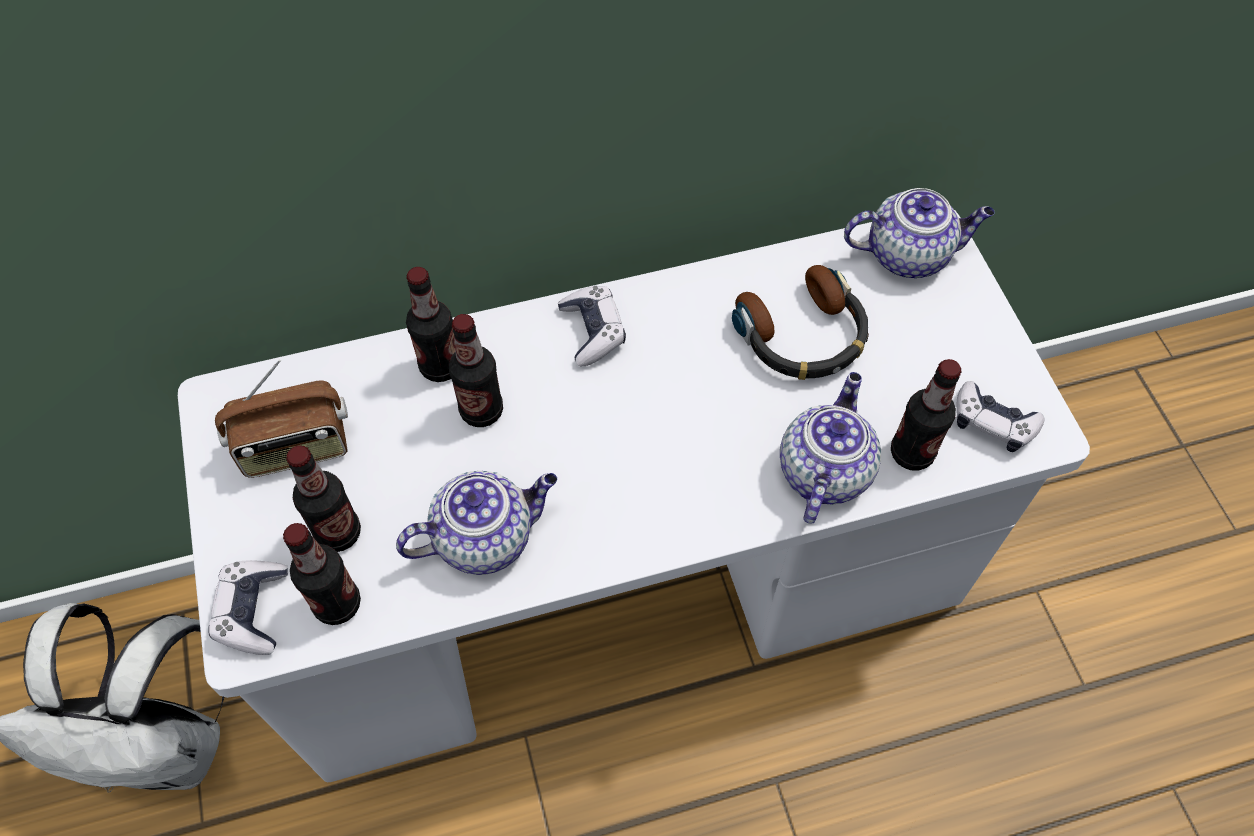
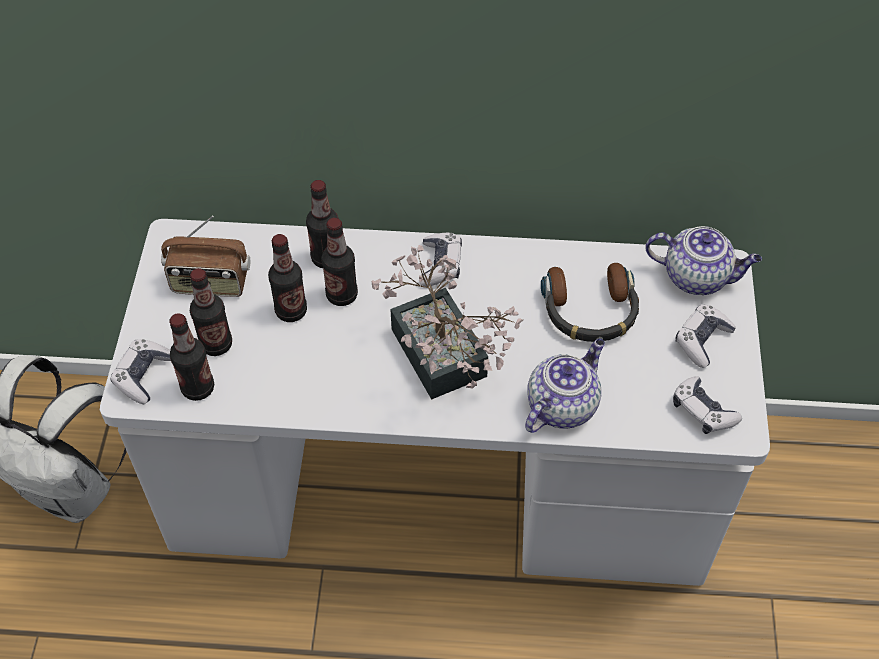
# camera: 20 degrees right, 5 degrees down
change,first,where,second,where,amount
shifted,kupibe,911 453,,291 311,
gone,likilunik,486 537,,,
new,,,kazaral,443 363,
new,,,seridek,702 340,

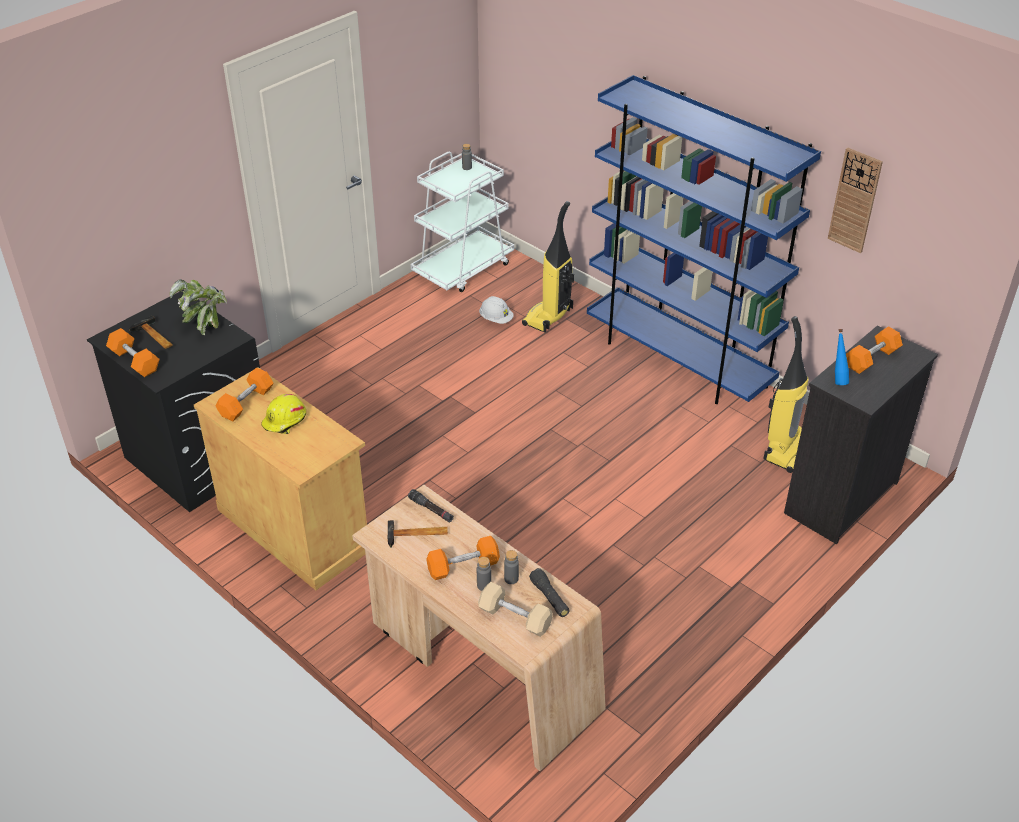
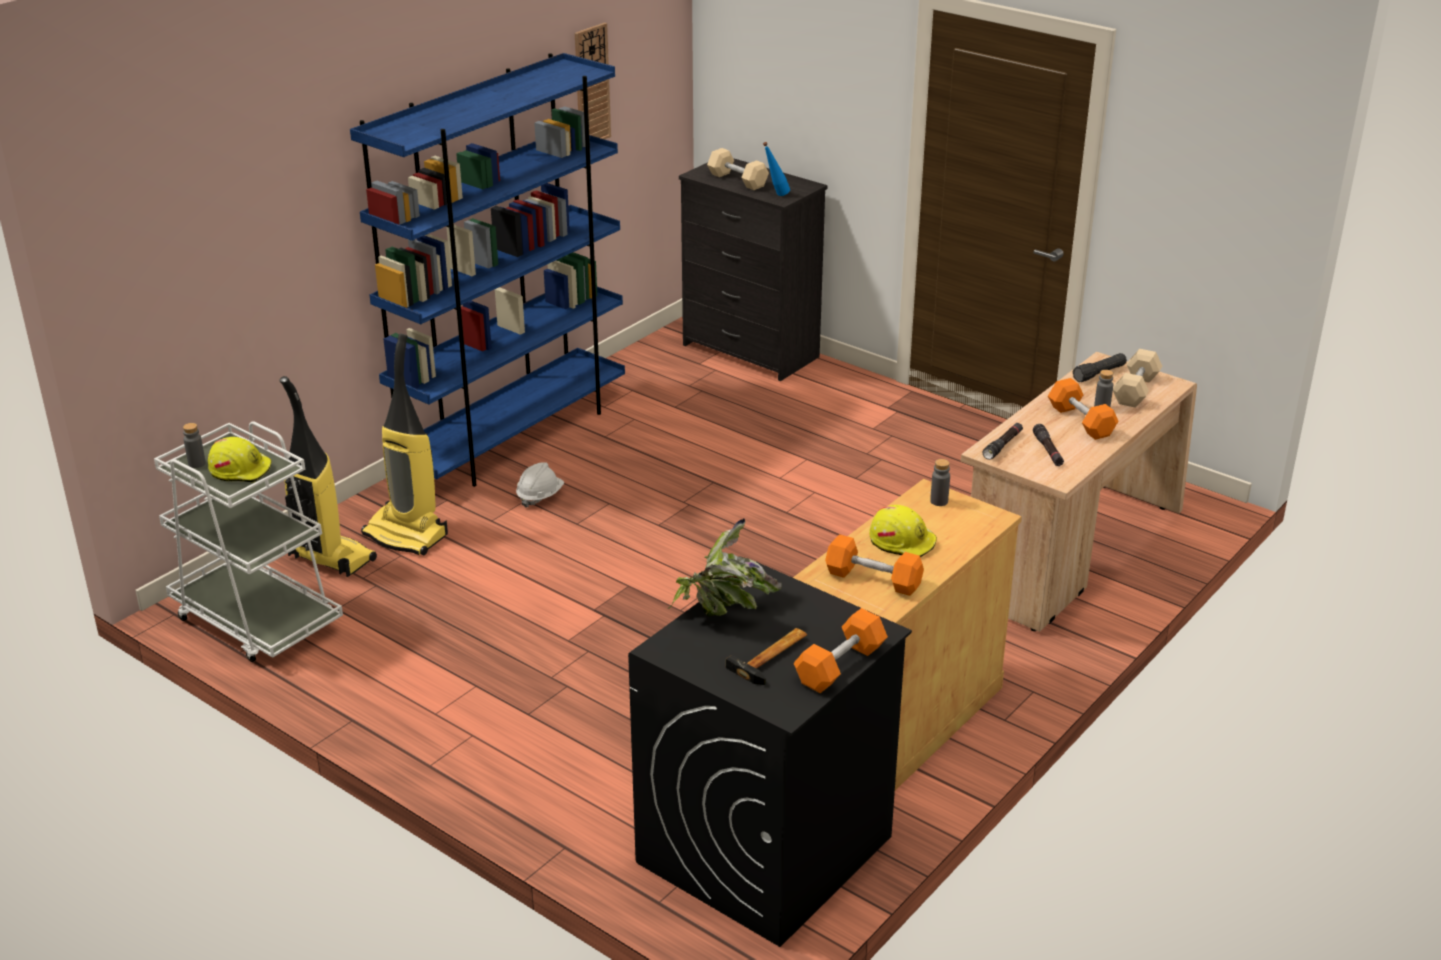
# camera: 95 degrees left, 10 degrees down
change,first,where,second,where,amount
shifted,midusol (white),496 319,,540 496,
shifted,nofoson,788 450,,330 559,
repainted,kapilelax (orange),871 359,kapilelax (beige),737 180,
swapped,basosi,417 535,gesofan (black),1048 451,
shifted,kupibe (grey),511 579,,939 501,
new,,,midusol (yellow),241 469,

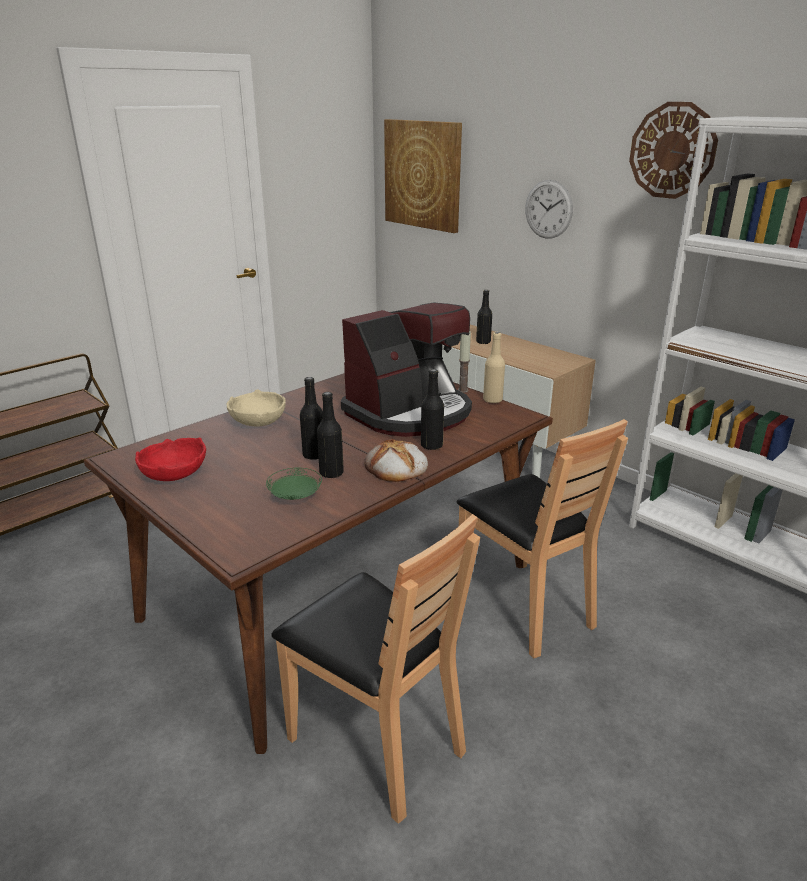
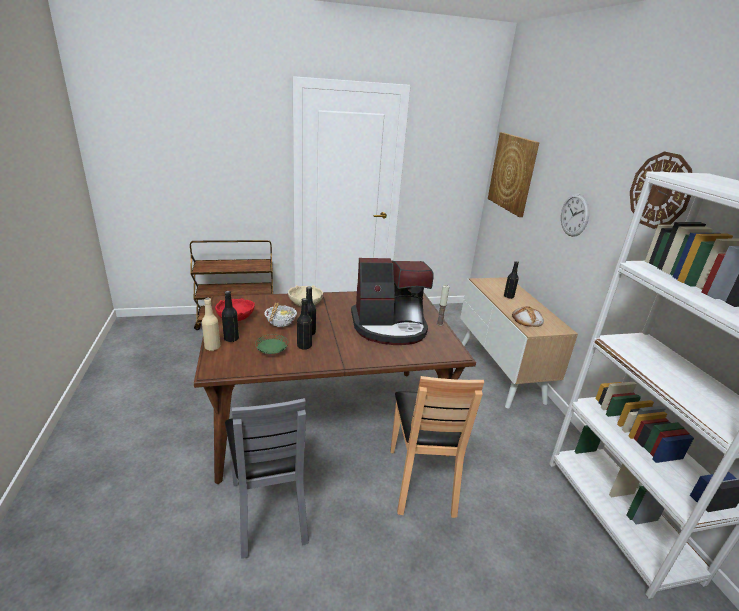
# camera: 30 degrees right, 0 degrees up
change,first,where,second,where,amount
shifted,kupibe (beige),492 400,,212 347,
shifted,kupibe (black),431 445,,231 339,
shifted,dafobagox,396 467,,527 320,
repainted,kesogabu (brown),376 742,kesogabu (grey),270 510,
new,,,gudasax,280 324,

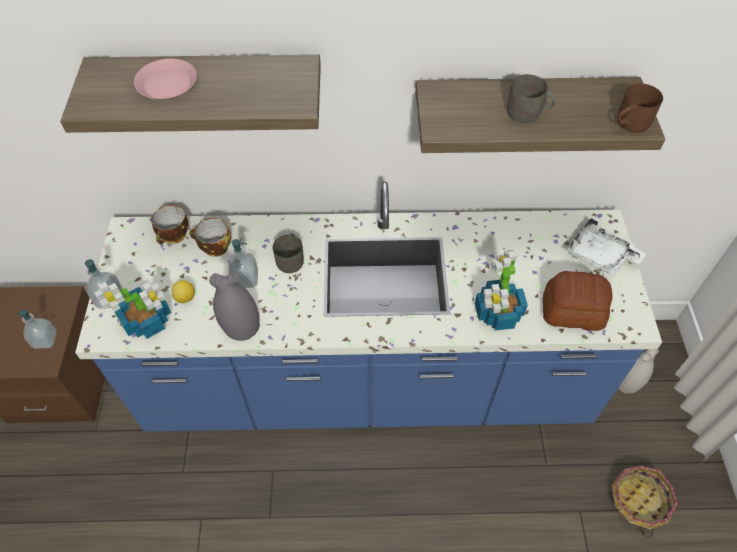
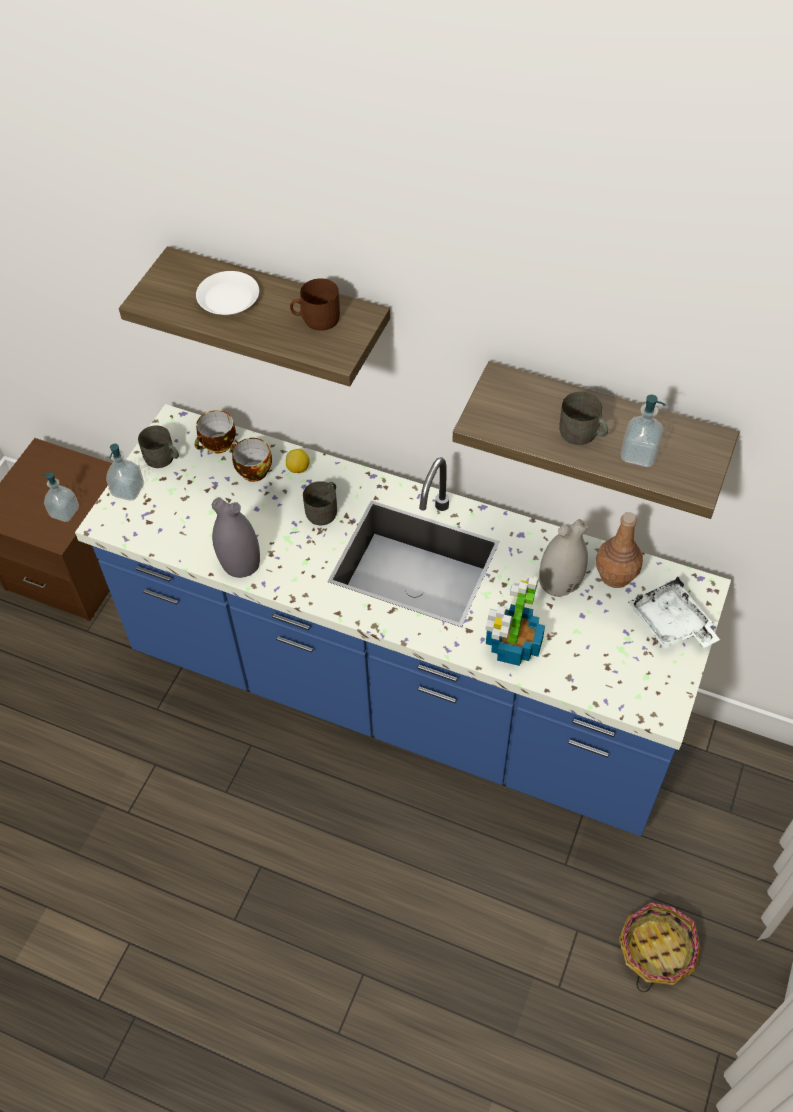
# camera: 25 degrees right, 0 degrees up
change,first,where,second,where,amount
repainted,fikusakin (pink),167 84,fikusakin (white),229 298,
shifted,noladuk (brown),629 123,,316 318,
shifted,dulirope,245 279,,638 454,
gone,dafobagox,571 311,,,
shifted,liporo,185 298,,298 469,
gone,kazaral,148 321,,,
shifted,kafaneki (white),627 382,,560 582,
new,,,noladuk (grey),163 459,
new,,,kupibe (brown),615 575,

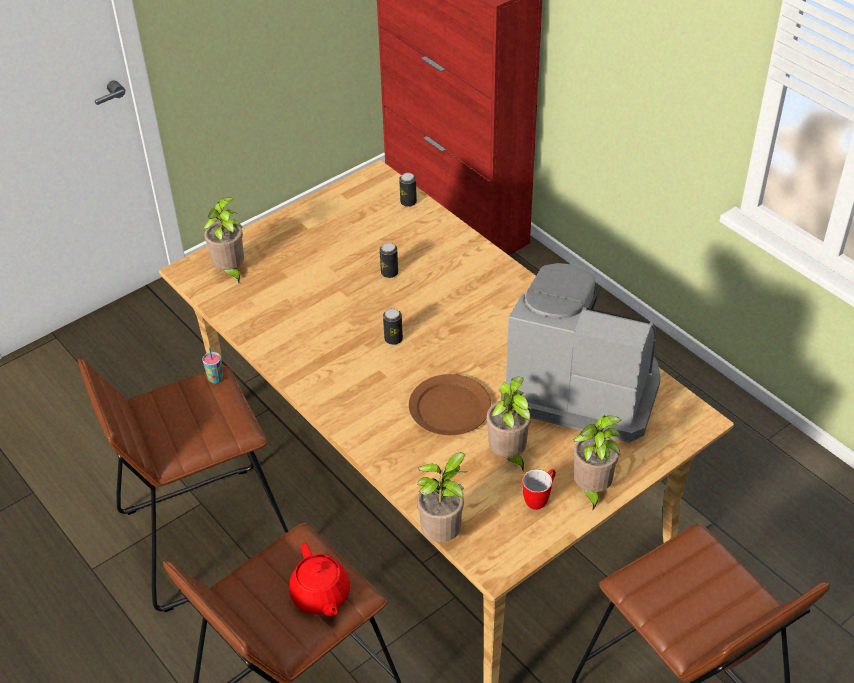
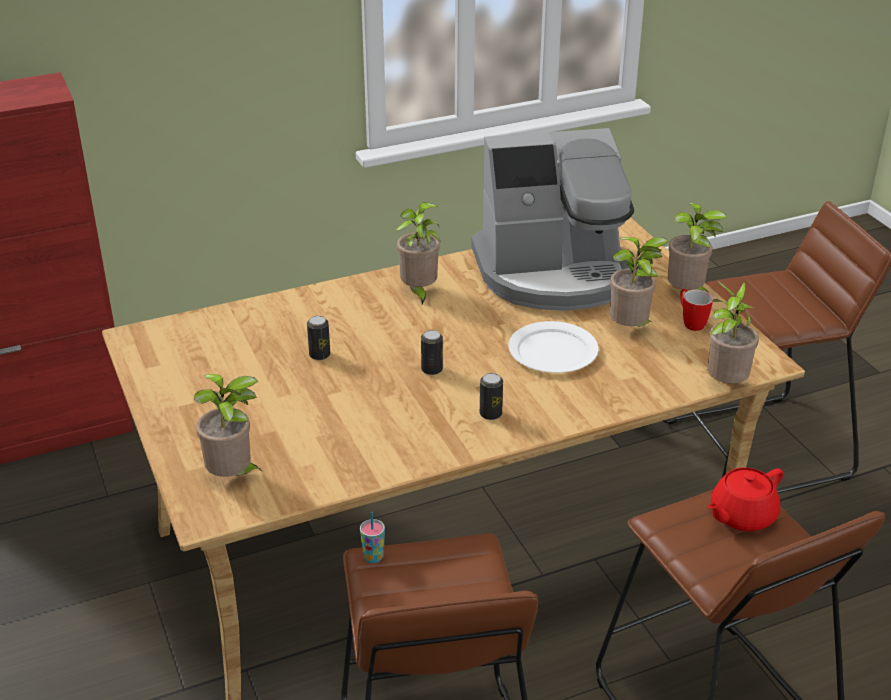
# camera: 75 degrees left, 10 degrees down
change,first,where,second,where,amount
shifted,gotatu,408 202,,490 414,
rotated,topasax,582 385,,553 273,135 degrees counterclockwise
repainted,fikusakin (brown),450 407,fikusakin (white),553 351,
rotated,likilunik (red),320 595,,741 515,150 degrees clockwise
new,,,kazaral,418 292,

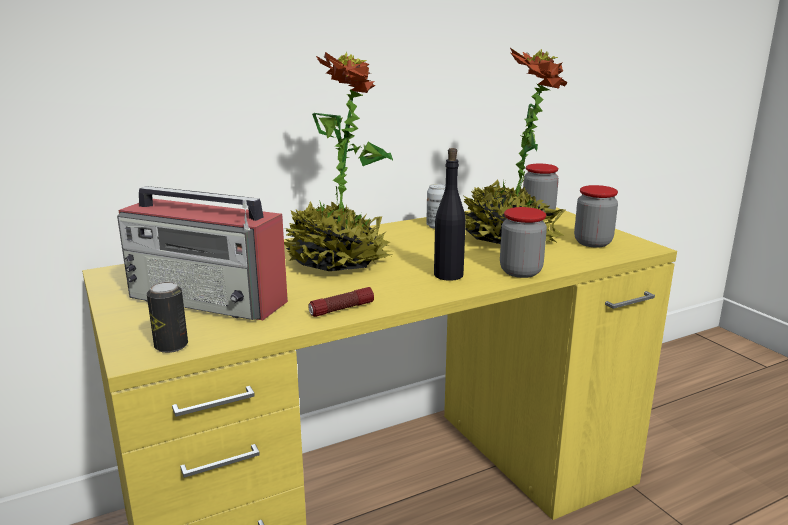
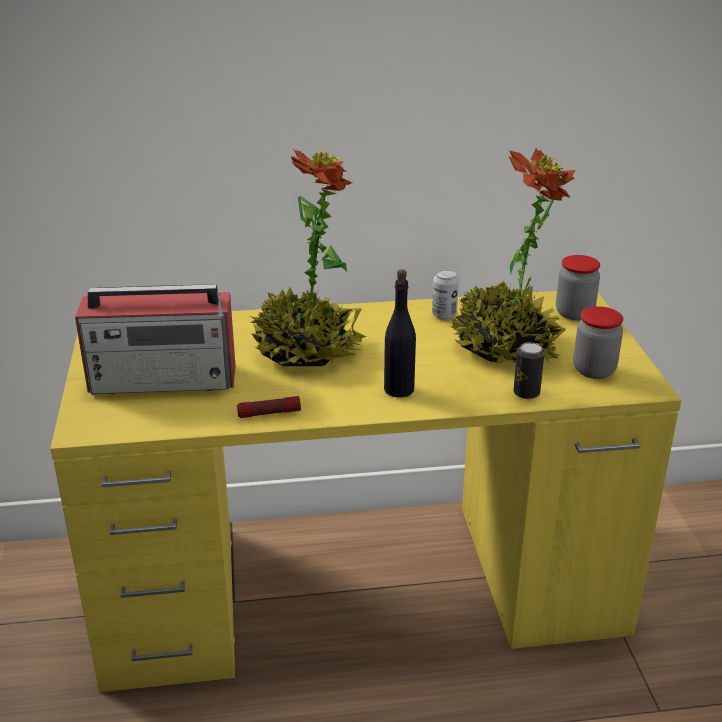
# camera: 20 degrees right, 10 degrees up
change,first,where,second,where,amount
rotated,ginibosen,210 300,,165 379,45 degrees counterclockwise
gone,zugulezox,520 271,,,
shifted,gotatu,171 346,,526 393,

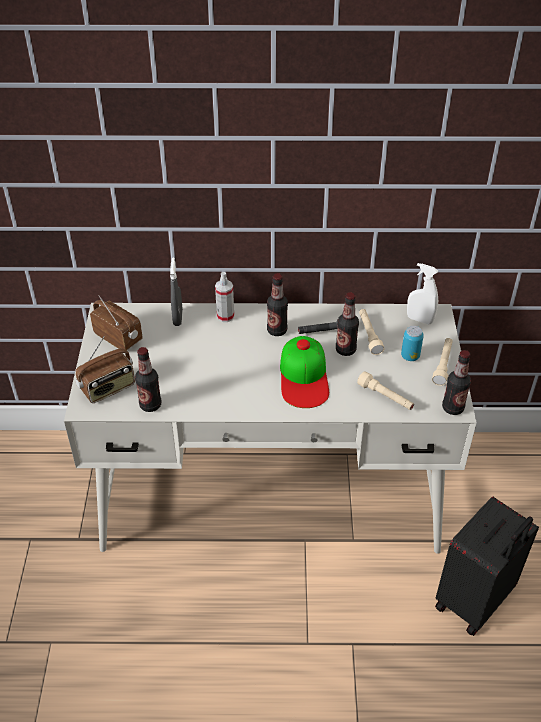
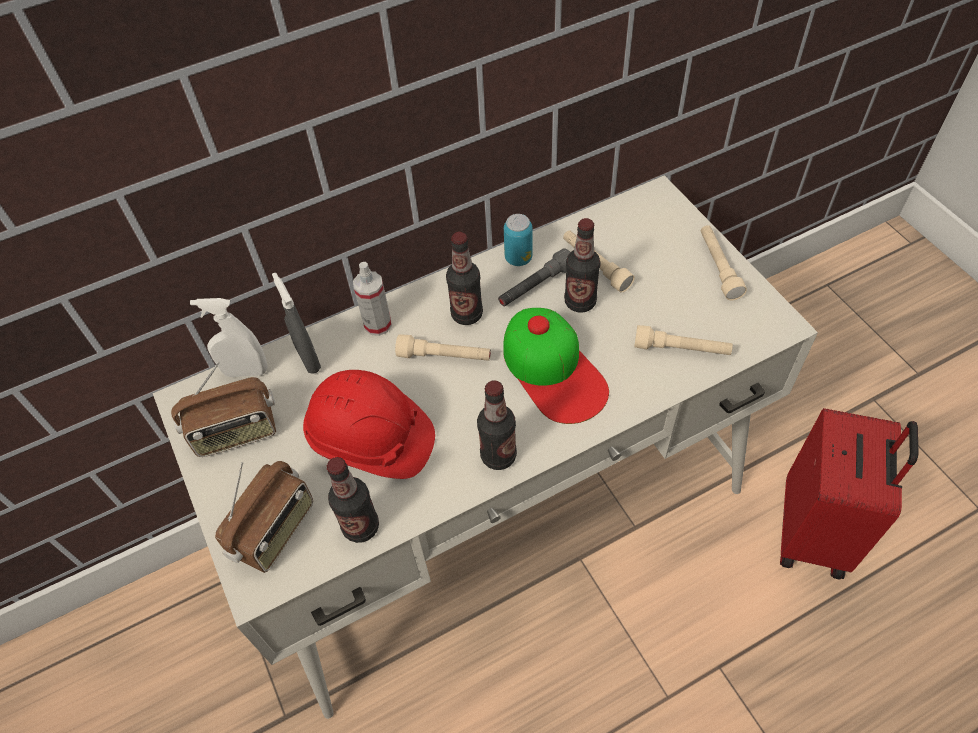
# camera: 25 degrees left, 10 degrees up
change,first,where,second,where,amount
shifted,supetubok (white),419 319,,246 371,
rotated,ginibosen,119 337,,236 433,150 degrees clockwise
shifted,gotatu,410 356,,518 258,
shifted,kupibe,452 408,,498 456,
repainted,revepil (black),475 601,revepil (red),815 532,
new,,,gesofan (beige),444 356,
new,,,midusol (red),371 439,

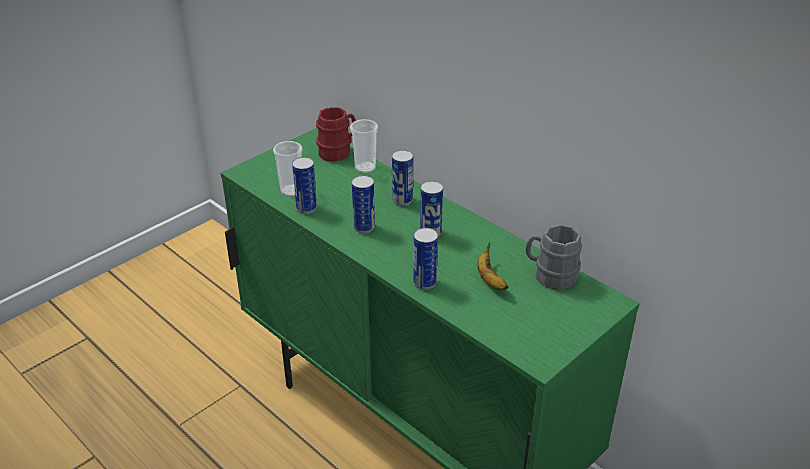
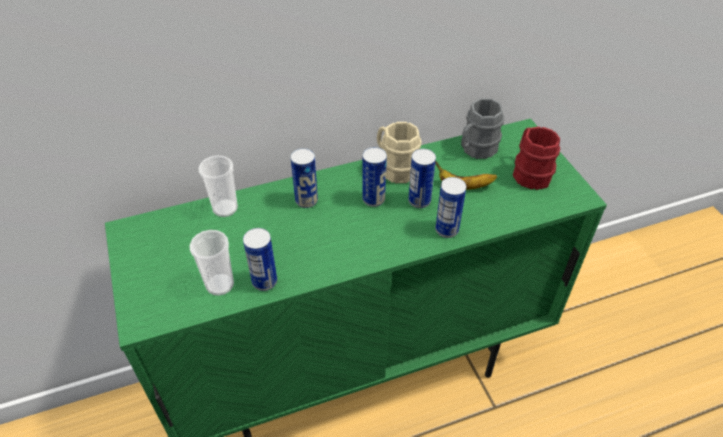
# camera: 65 degrees left, 10 degrees up
change,first,where,second,where,amount
shifted,noladuk (red),338 151,,529 172,
shifted,gotatu,364 228,,419 201,
new,,,noladuk (beige),395 168,

